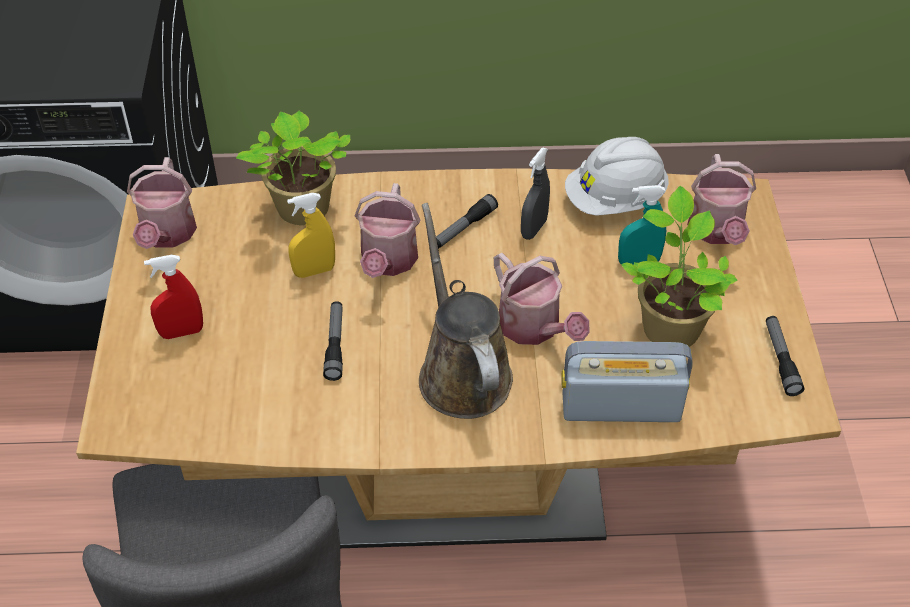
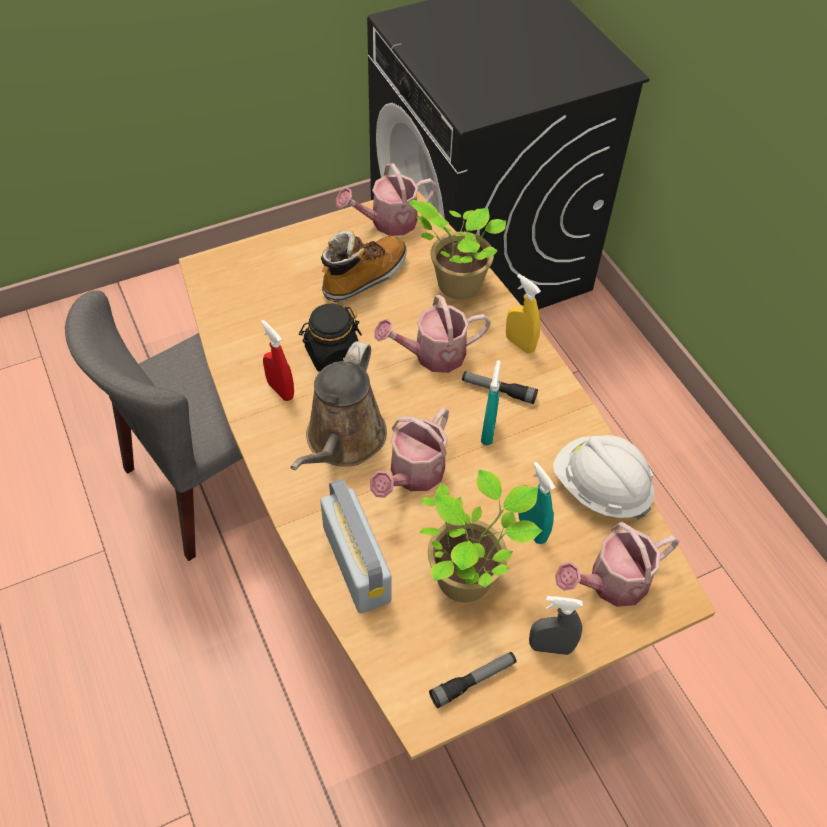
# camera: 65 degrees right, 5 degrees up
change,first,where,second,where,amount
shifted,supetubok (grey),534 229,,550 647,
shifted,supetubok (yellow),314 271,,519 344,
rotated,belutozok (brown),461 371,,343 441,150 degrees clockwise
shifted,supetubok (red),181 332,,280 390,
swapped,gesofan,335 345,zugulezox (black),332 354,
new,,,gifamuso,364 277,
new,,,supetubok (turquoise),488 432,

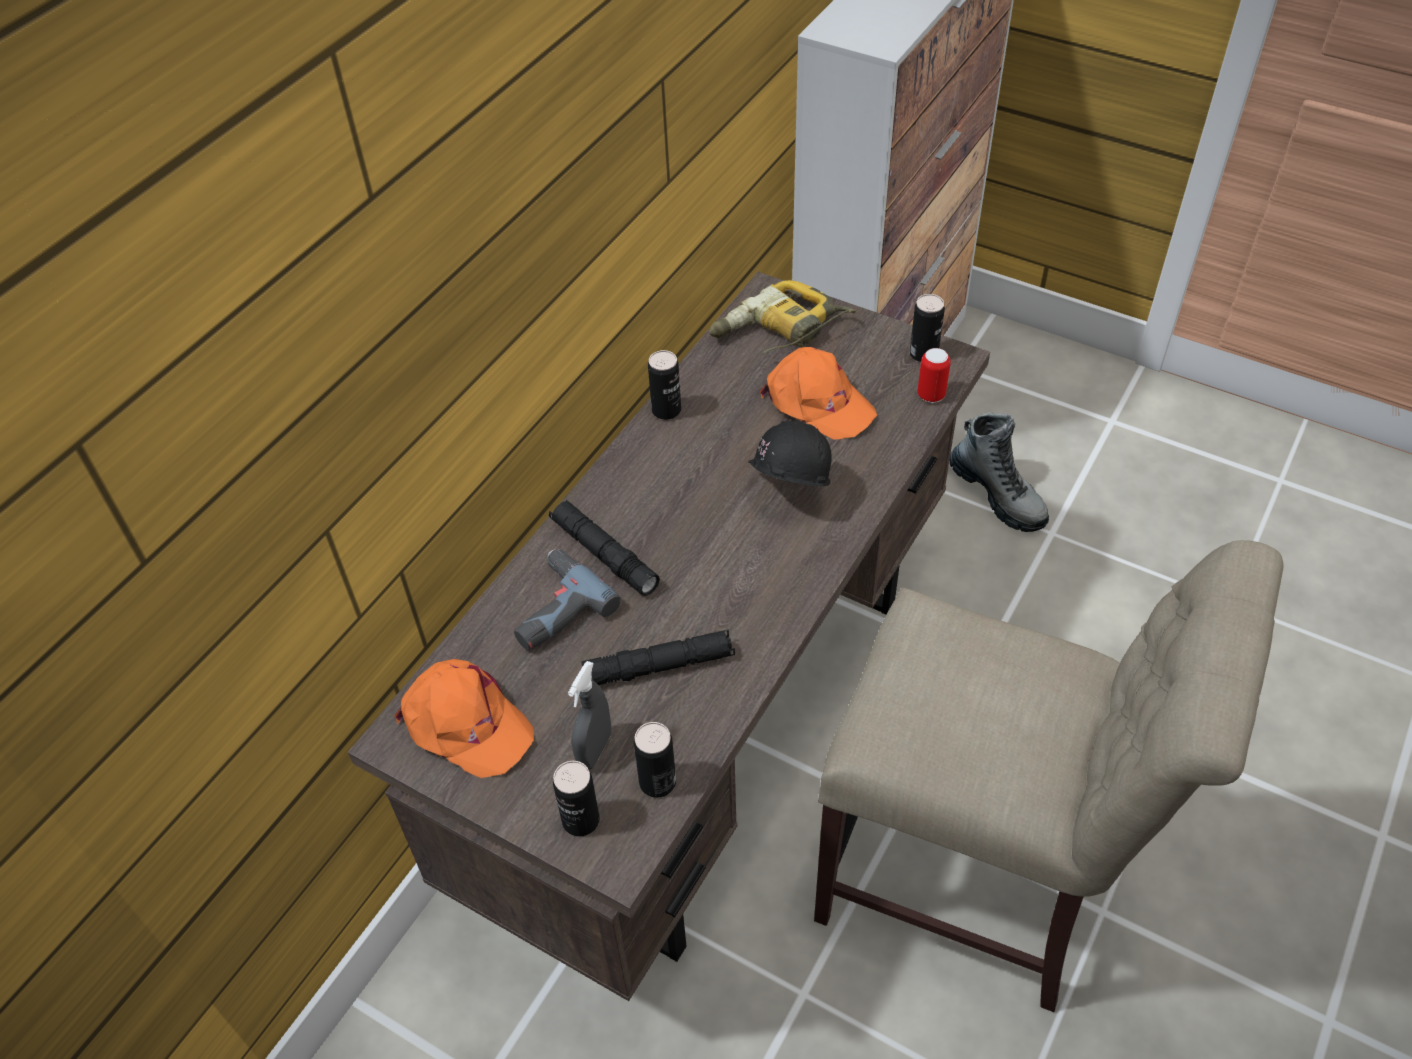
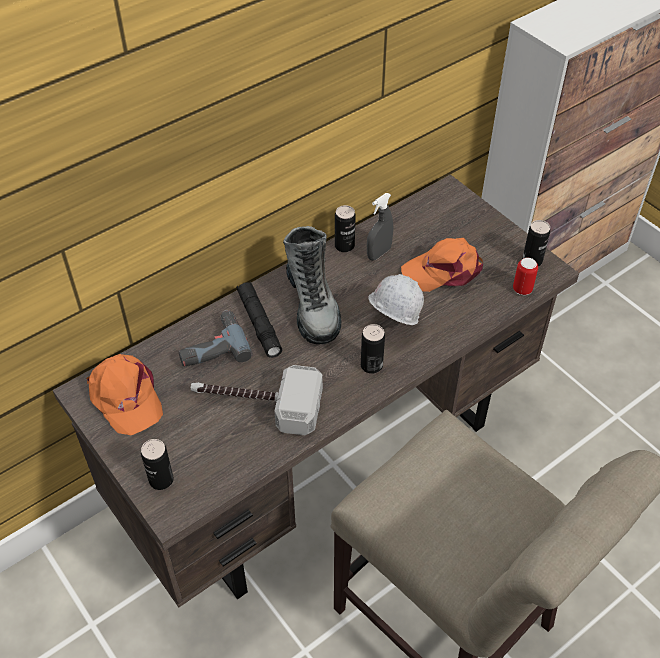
# camera: 20 degrees right, 0 degrees up
change,first,where,second,where,amount
gone,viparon,780 332,,,
rotated,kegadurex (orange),817 402,,443 271,105 degrees clockwise
shifted,gifamuso,998 494,,312 305,
repainted,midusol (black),786 495,midusol (white),392 324,
swapped,gesofan (black),659 666,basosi,256 404,
shifted,supetubok (grey),594 750,,379 253,
shifted,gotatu,657 782,,371 365,

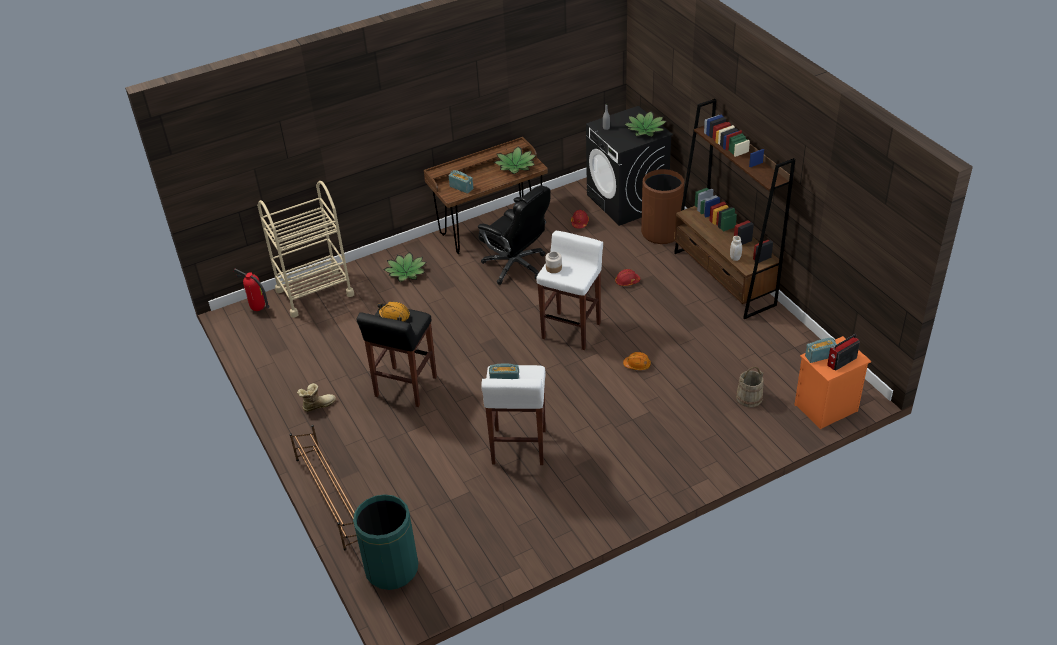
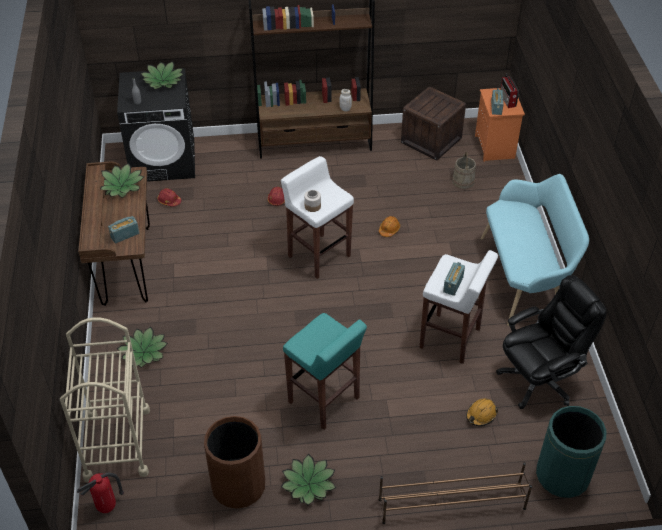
# camera: 70 degrees left, 5 degrees up
change,first,where,second,where,amount
shifted,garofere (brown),661 232,,238 485,
shifted,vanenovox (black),516 266,,539 379,
shifted,midusol (orange),394 316,,481 415,
repainted,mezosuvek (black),405 387,mezosuvek (turquoise),324 401,
swapped,gifamuso,317 405,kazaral,308 484,
new,,,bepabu,431 140,
new,,,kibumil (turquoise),524 277,

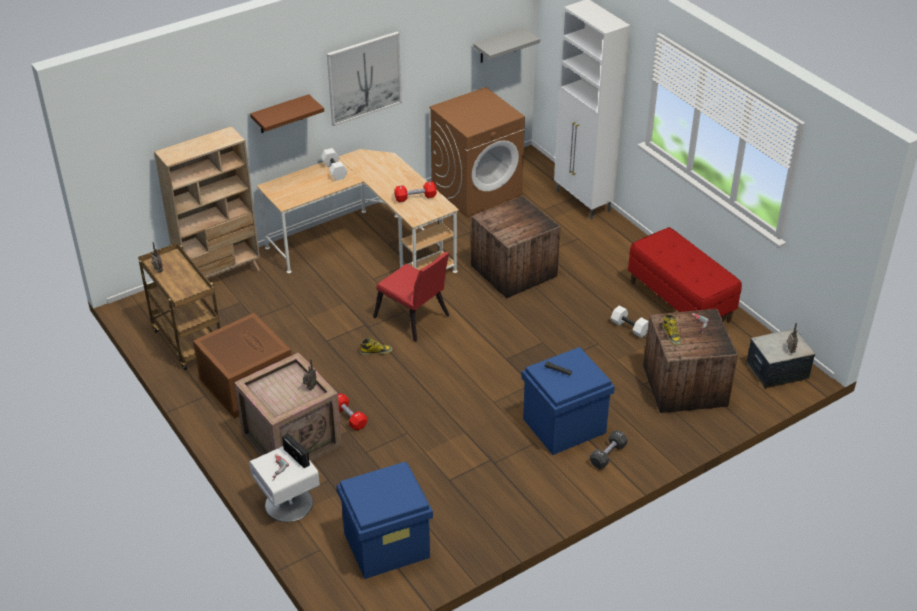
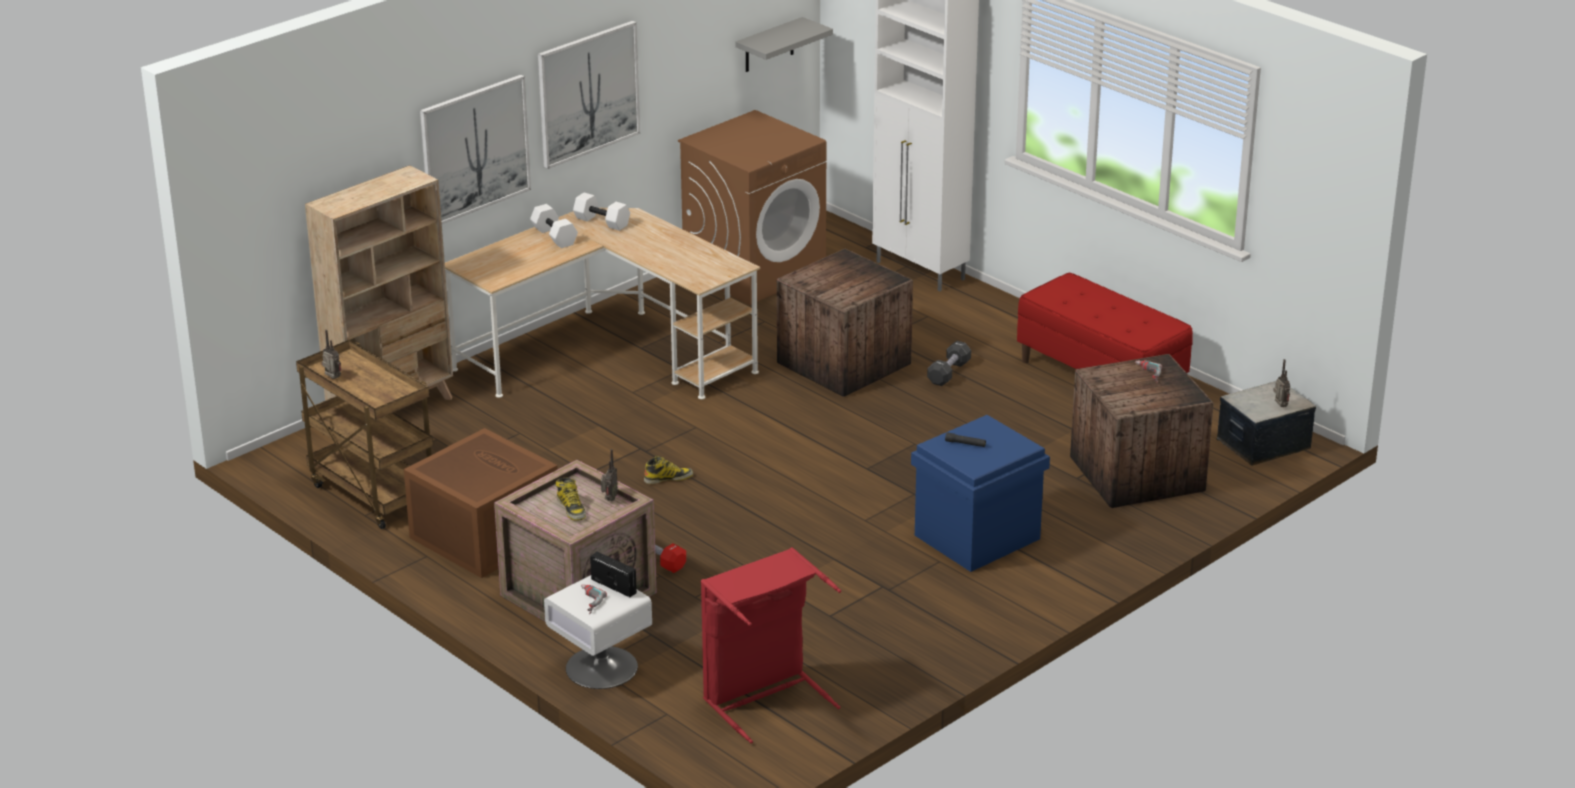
# camera: 10 degrees left, 10 degrees down
change,first,where,second,where,amount
swapped,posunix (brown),280 114,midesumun,474 150,
gone,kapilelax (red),415 198,,,
gone,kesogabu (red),414 319,,,
shifted,kapilelax (white),630 327,,603 222,
shifted,gifamuso,671 335,,571 508,
shifted,kapilelax (black),608 455,,949 373,
swapped,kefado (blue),387 545,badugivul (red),764 697,

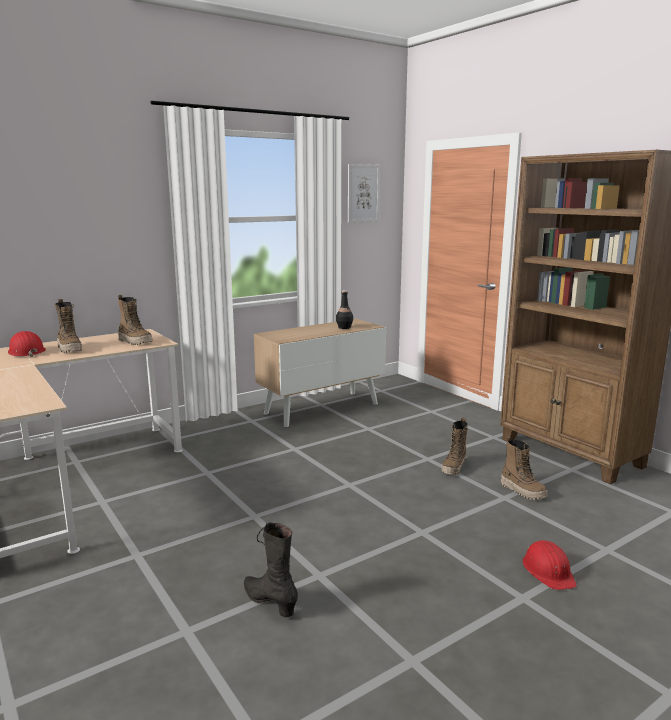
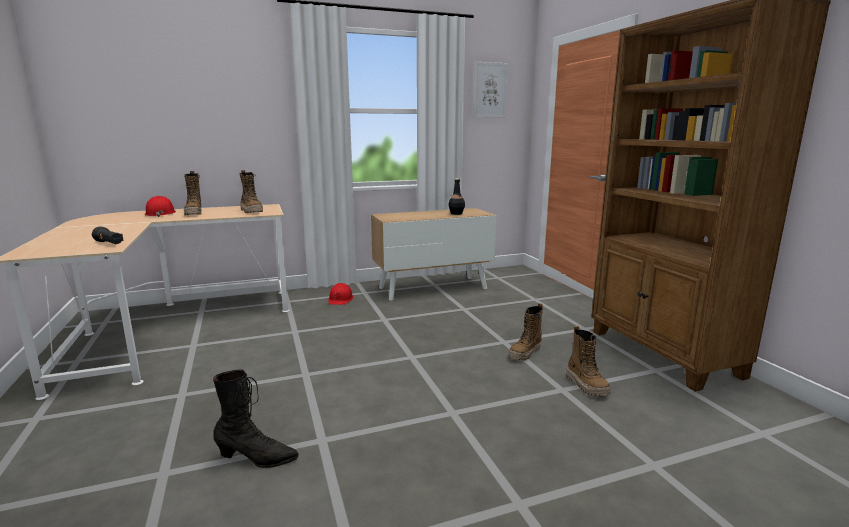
# camera: 15 degrees right, 0 degrees up
change,first,where,second,where,amount
rotated,gifamuso (black),270 602,,257 459,120 degrees clockwise
shifted,midusol (red),548 571,,340 299,
new,,,gesofan (black),109 243,

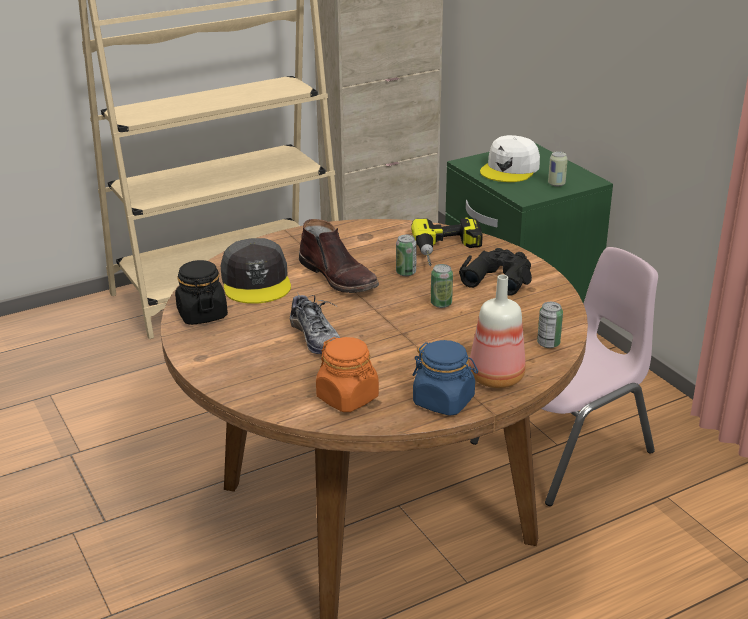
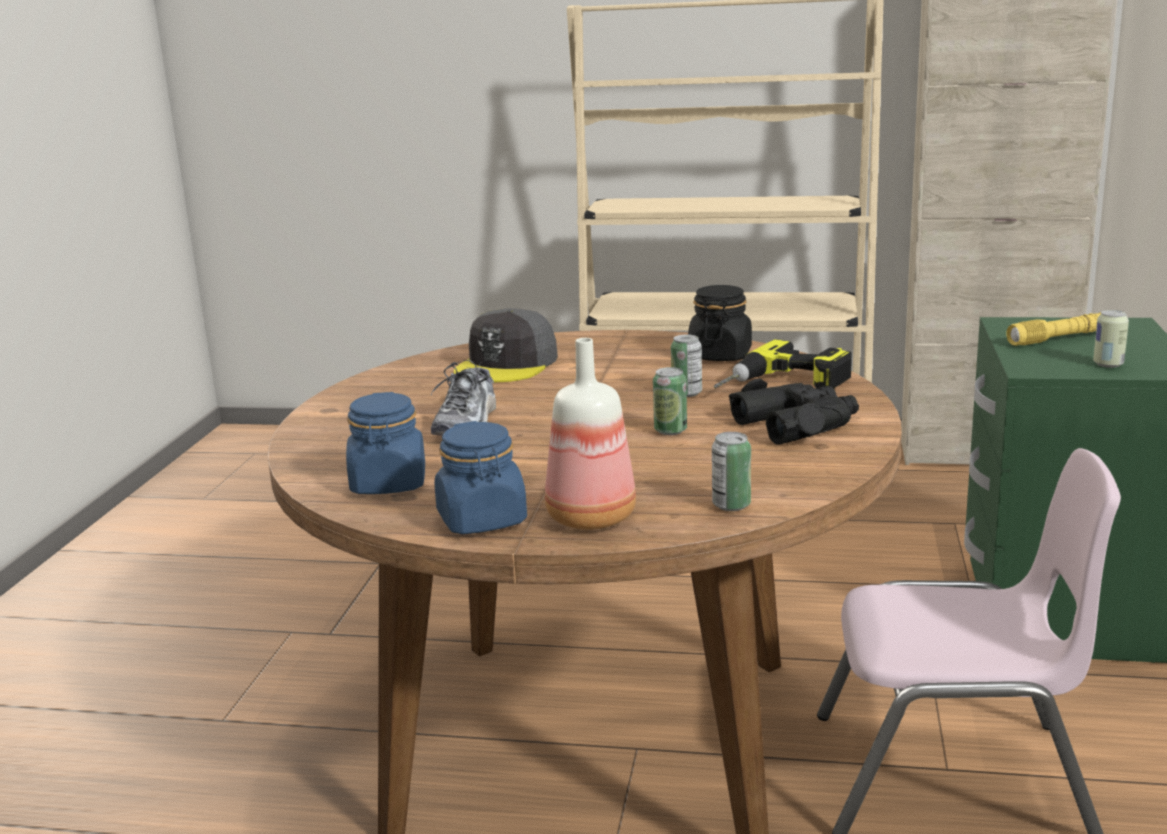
# camera: 40 degrees right, 10 degrees down
change,first,where,second,where,amount
swapped,kegadurex (white),510 169,gesofan (yellow),1060 338,
gone,gifamuso (brown),339 277,,,
shifted,zugulezox (black),202 314,,720 355,
repainted,zugulezox (orange),348 398,zugulezox (blue),389 483,

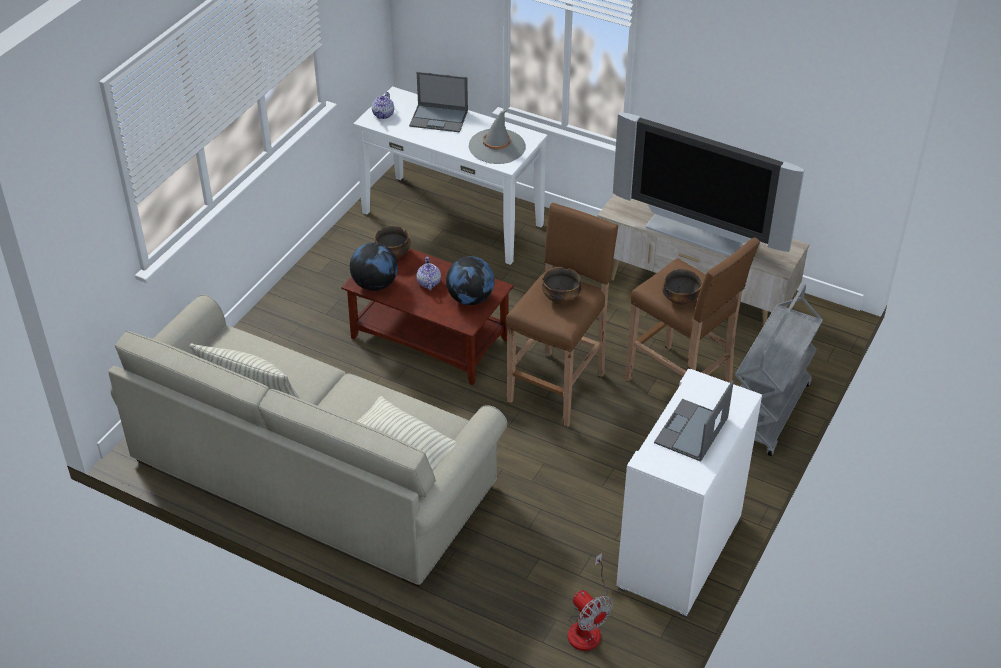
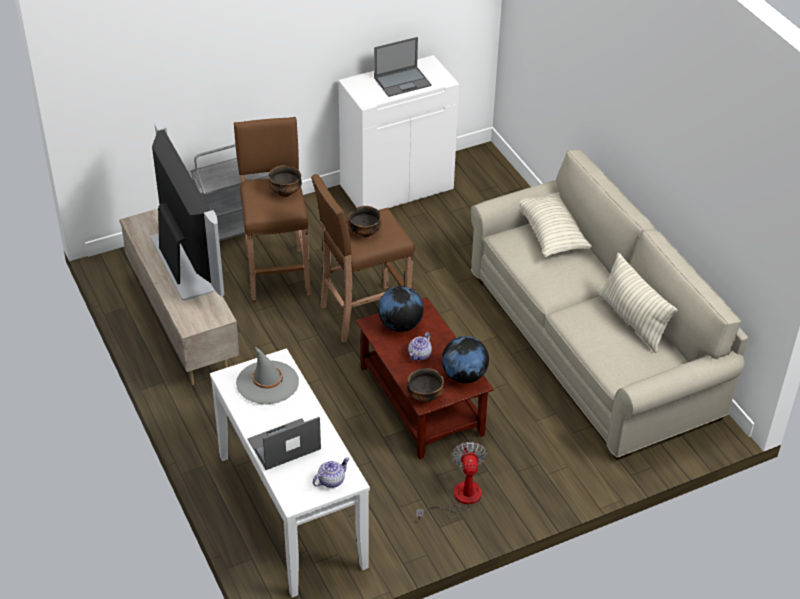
# camera: 145 degrees left, 0 degrees up
change,first,where,second,where,amount
rotated,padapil,439 118,,283 445,75 degrees counterclockwise
shifted,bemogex,587 626,,459 498,

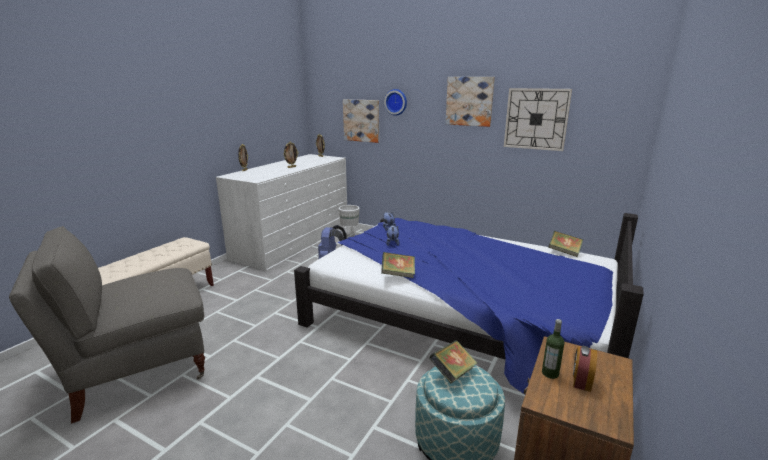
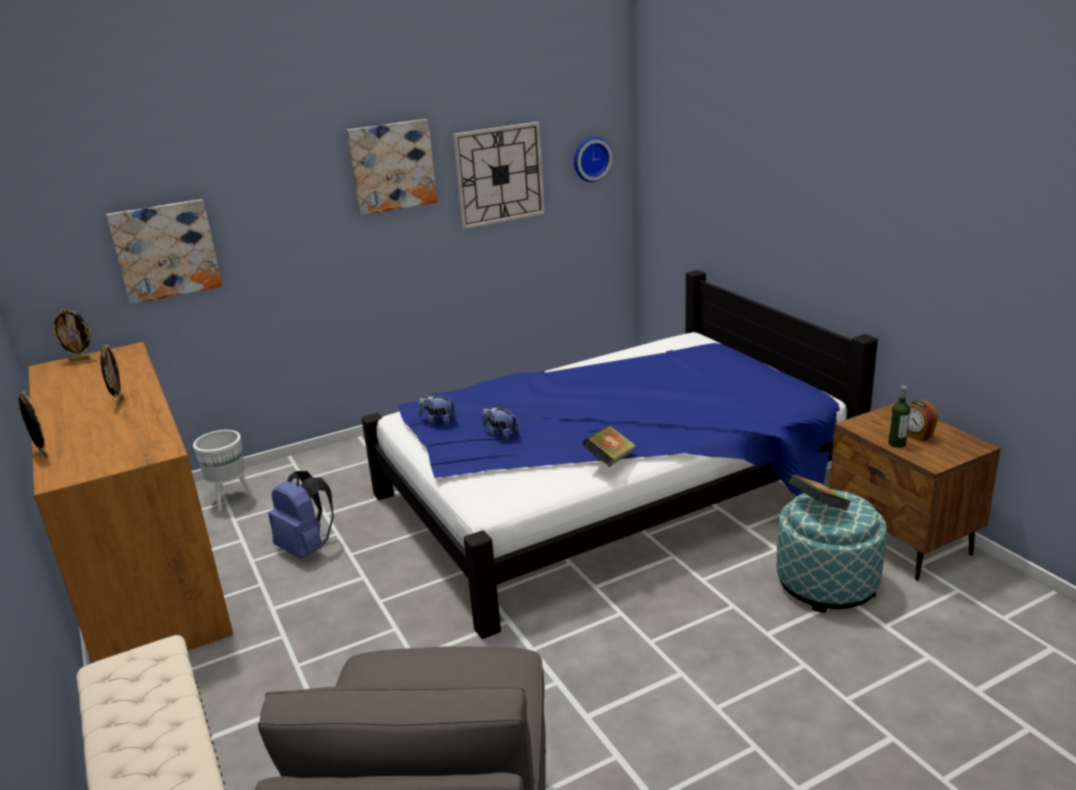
# camera: 55 degrees left, 5 degrees up
change,first,where,second,where,amount
shifted,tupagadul,396 102,,591 159,
repainted,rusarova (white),293 242,rusarova (brown),146 569,
gone,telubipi,564 252,,,

